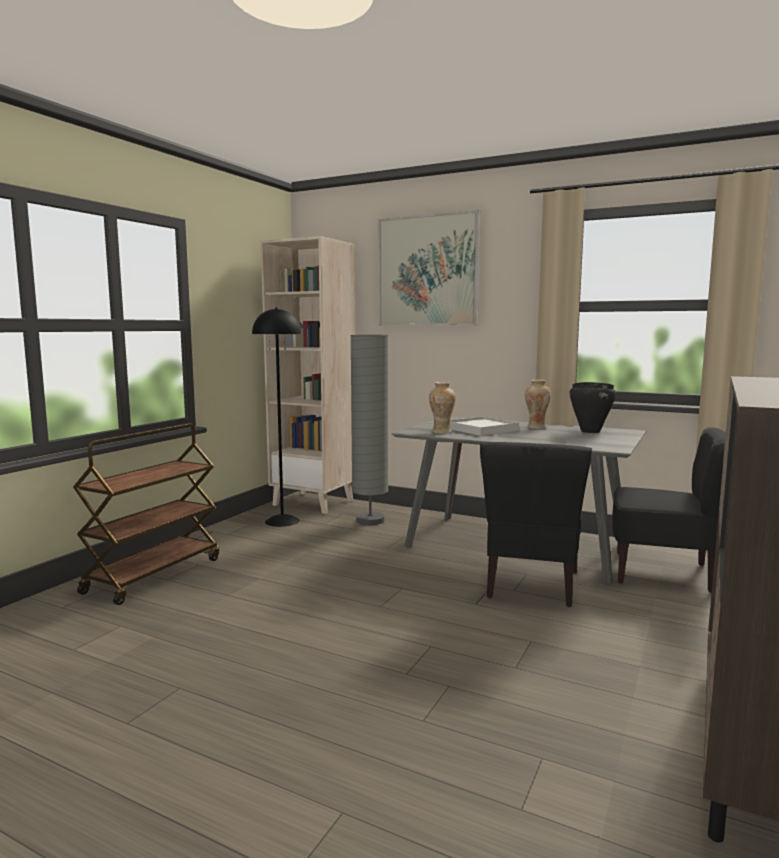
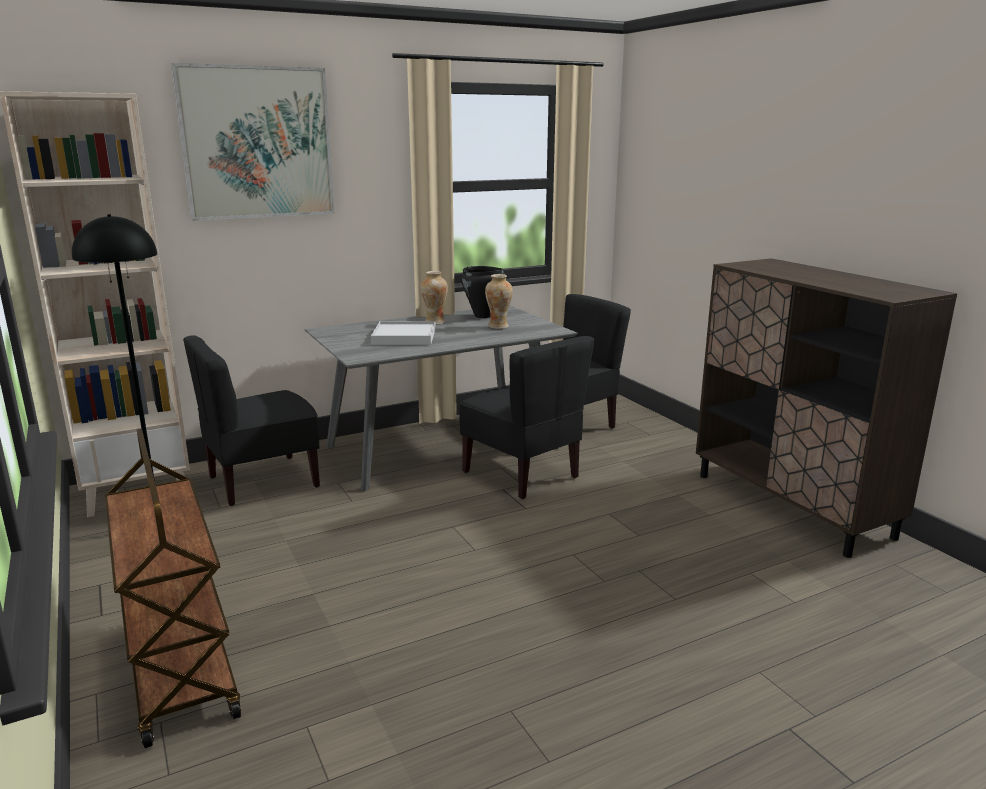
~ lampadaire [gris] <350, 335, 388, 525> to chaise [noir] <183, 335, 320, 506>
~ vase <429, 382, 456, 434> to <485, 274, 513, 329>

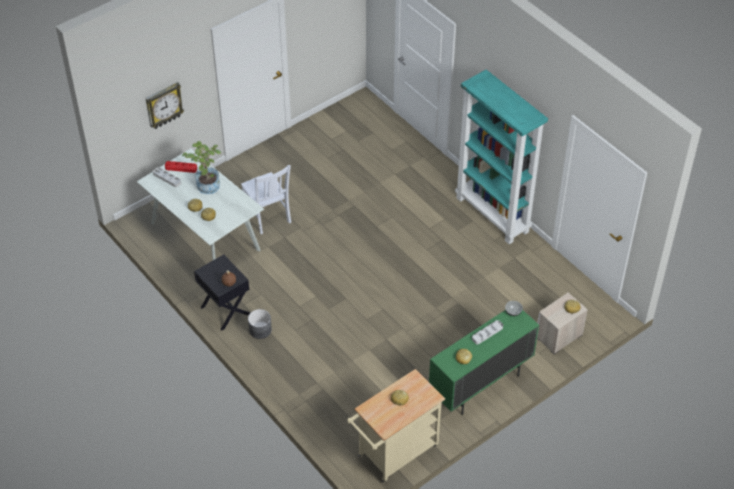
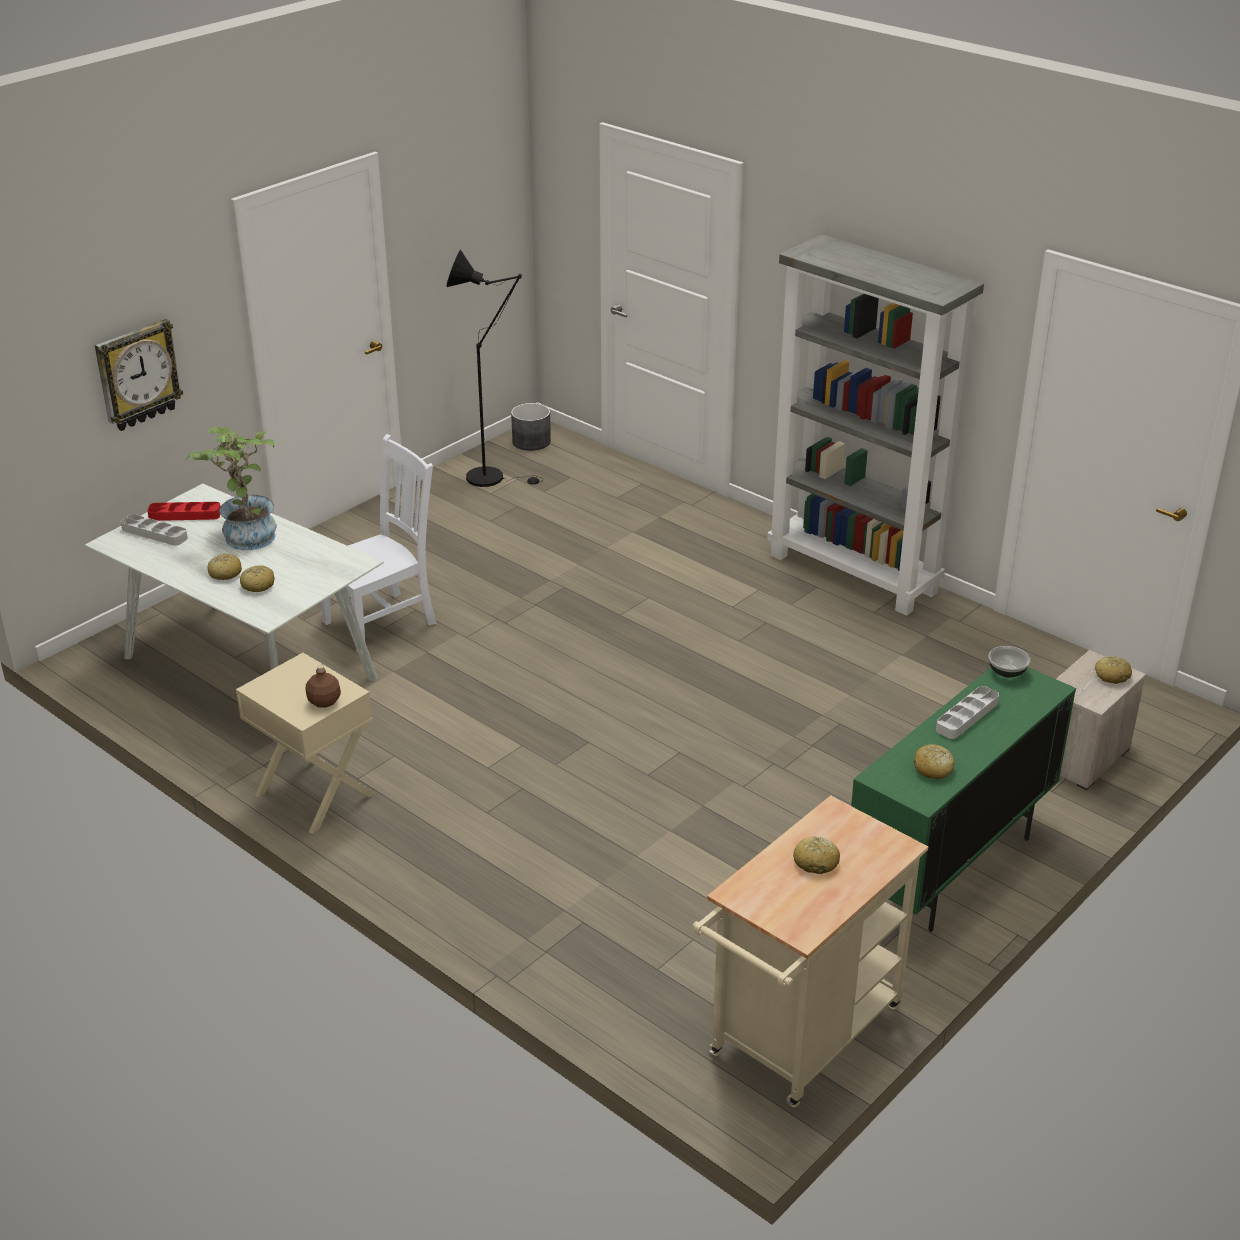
~ bibliothèque [turquoise] <455, 70, 548, 244> to bibliothèque [gris] <767, 234, 984, 616>
~ chaise [blanc] <241, 165, 291, 234> = <320, 434, 437, 652> 90 degrees counterclockwise
~ table de chevet [noir] <194, 254, 250, 331> to table de chevet [beige] <236, 653, 376, 834>
~ cache-pot [gris] <248, 309, 272, 339> to <511, 403, 551, 450>
+ lampadaire [noir] <446, 250, 544, 487>

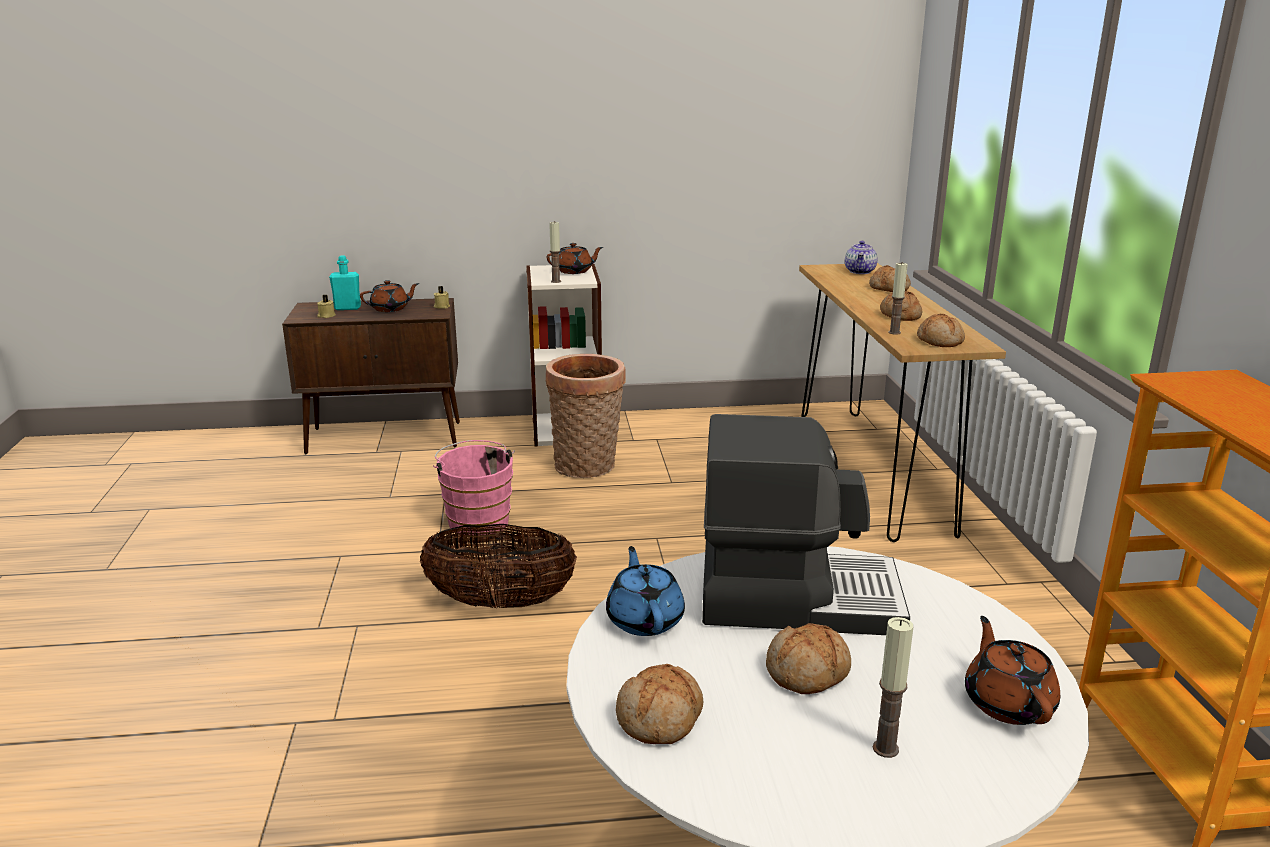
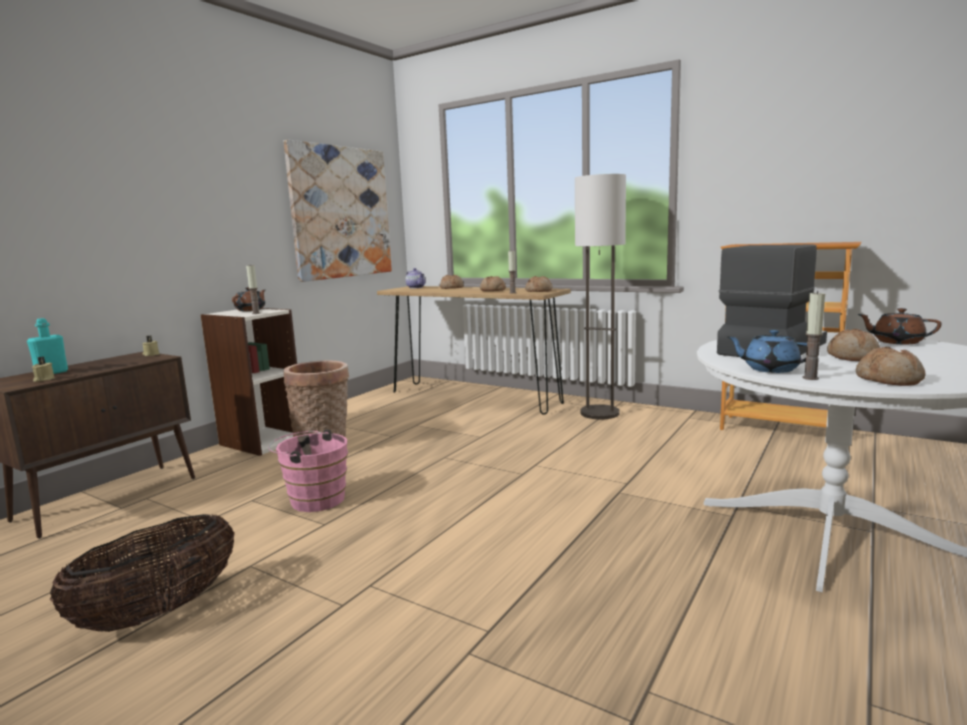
- théière [marron] <360, 280, 419, 312>
~ panier <420, 524, 577, 608> to <50, 514, 235, 632>
~ bougie <873, 617, 913, 758> to <802, 291, 825, 380>
+ tableau <284, 140, 392, 282>
+ lampadaire <575, 174, 626, 419>

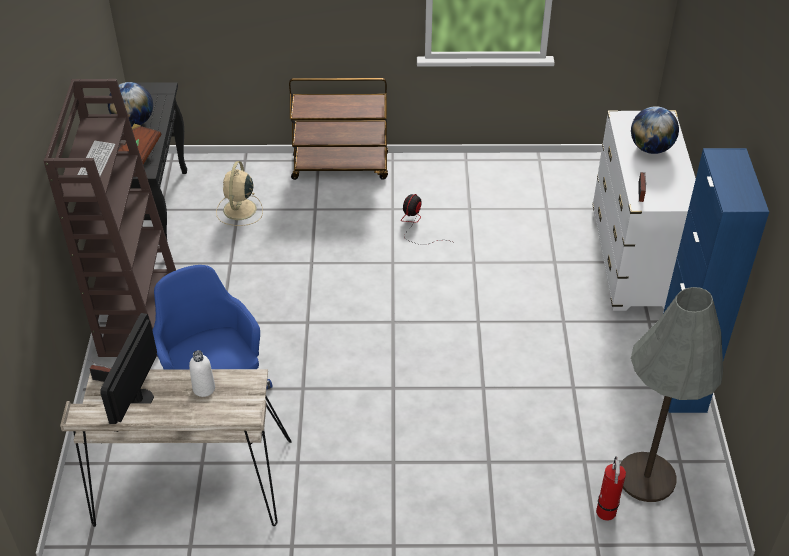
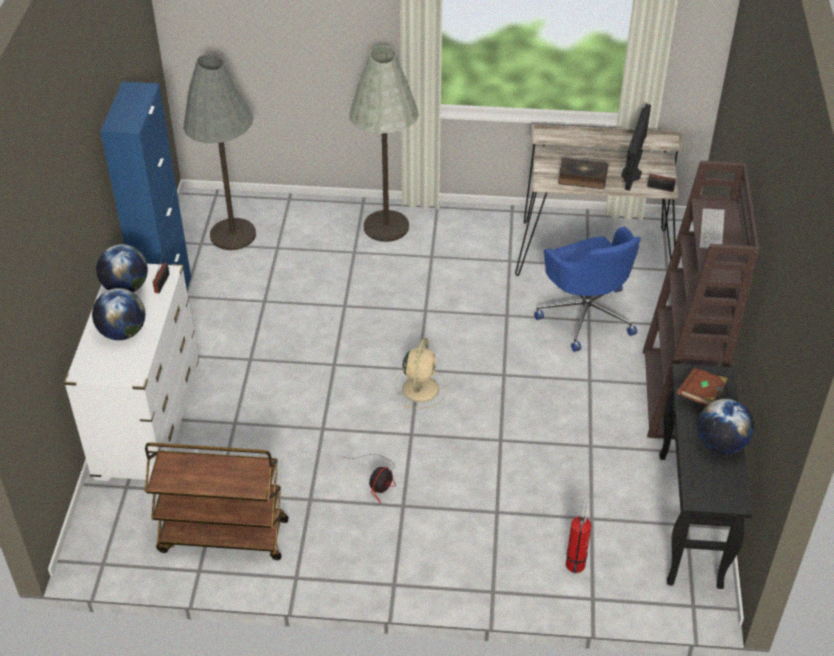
~ chariot [marron] <289, 78, 388, 180> to <145, 443, 289, 560>
~ ventilateur [beige] <216, 161, 263, 226> to <395, 338, 447, 408>
~ bouteille [blanc] <189, 350, 215, 397> to livre <558, 158, 609, 189>
~ extincteur <596, 456, 626, 521> to <566, 498, 592, 573>
+ lampadaire [gris] <349, 45, 419, 242>
+ globe <96, 244, 148, 292>

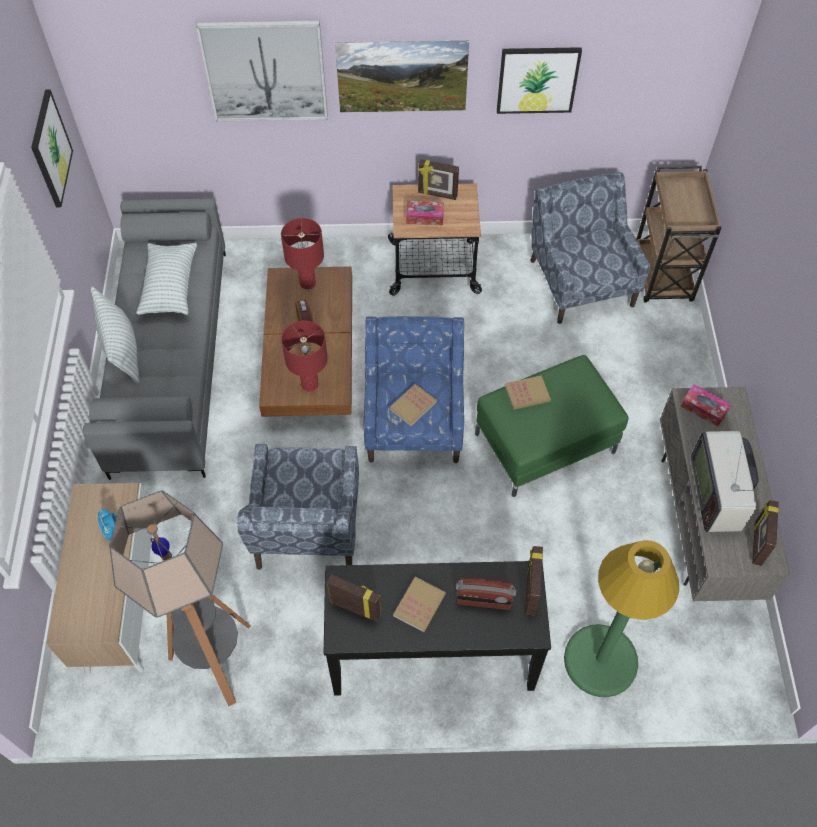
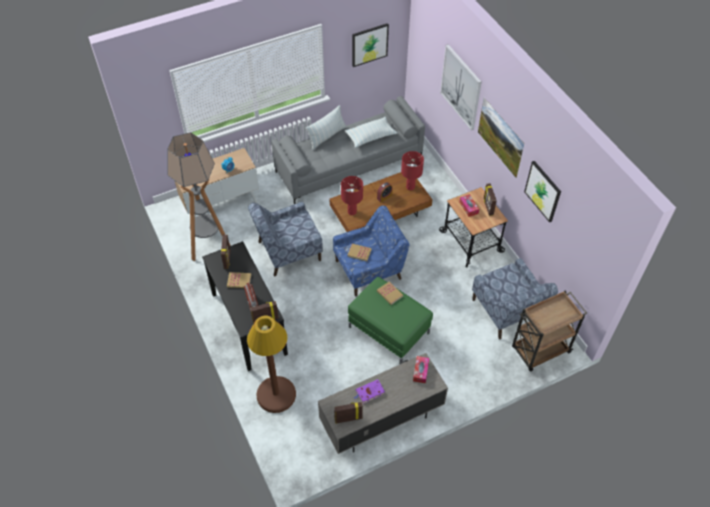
~ fauteuil [bleu] <530, 172, 650, 324> = <472, 258, 558, 339> 105 degrees clockwise
~ téléviseur <691, 431, 759, 532> to livre [violet] <354, 379, 385, 404>
~ lampadaire [vert] <564, 540, 679, 697> to lampadaire [marron] <247, 316, 296, 413>

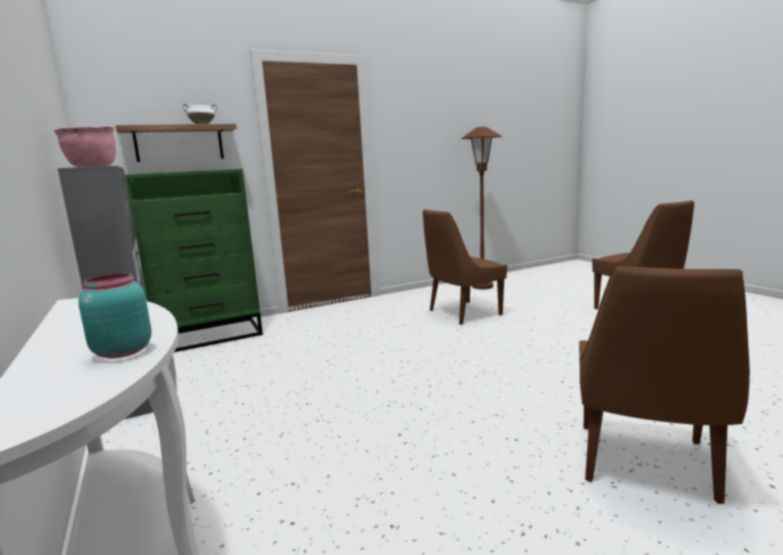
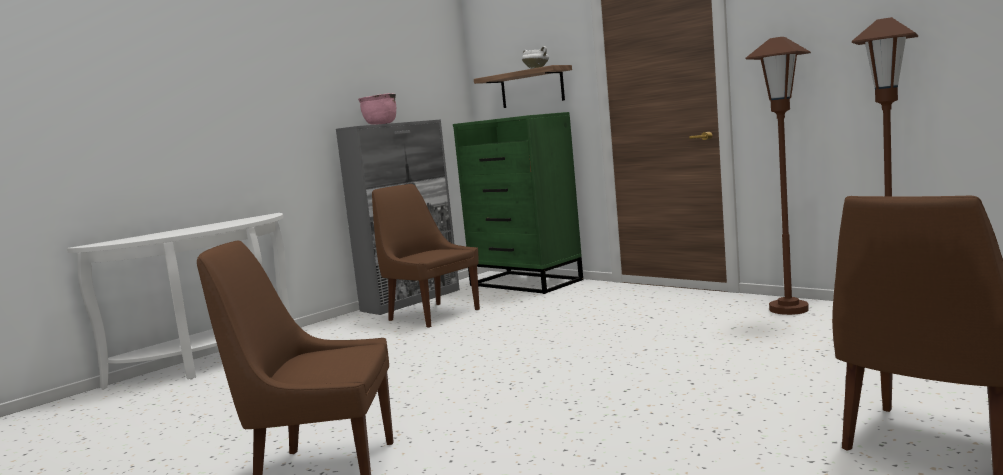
~ chaise [marron] <423, 209, 507, 325> to <372, 184, 480, 328>
- bocal [turquoise] <79, 273, 152, 358>
+ lampadaire [marron] <745, 37, 811, 315>

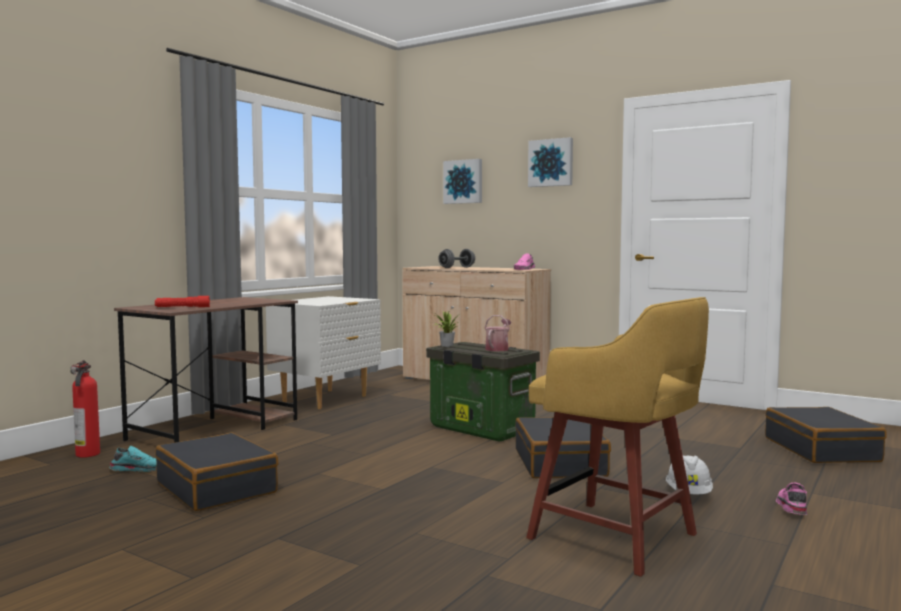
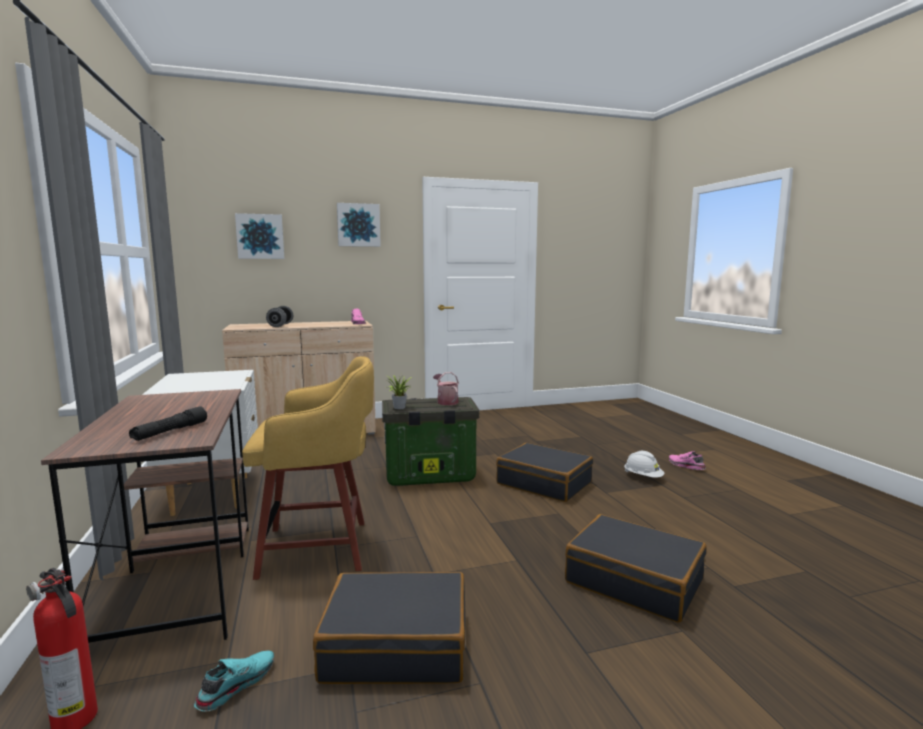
~ lampe de poche [rouge] <155, 296, 210, 307> to lampe de poche [noir] <129, 406, 207, 441>
~ tabouret [jaune] <526, 297, 709, 577> to <242, 356, 374, 580>
~ valise [noir] <765, 407, 887, 463> to <565, 514, 707, 623>

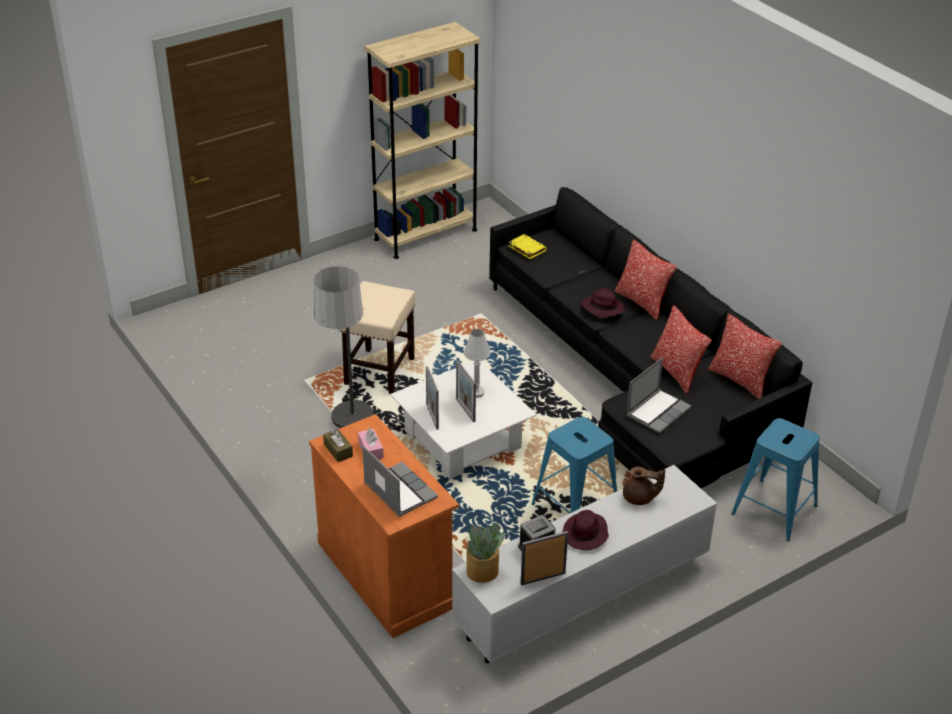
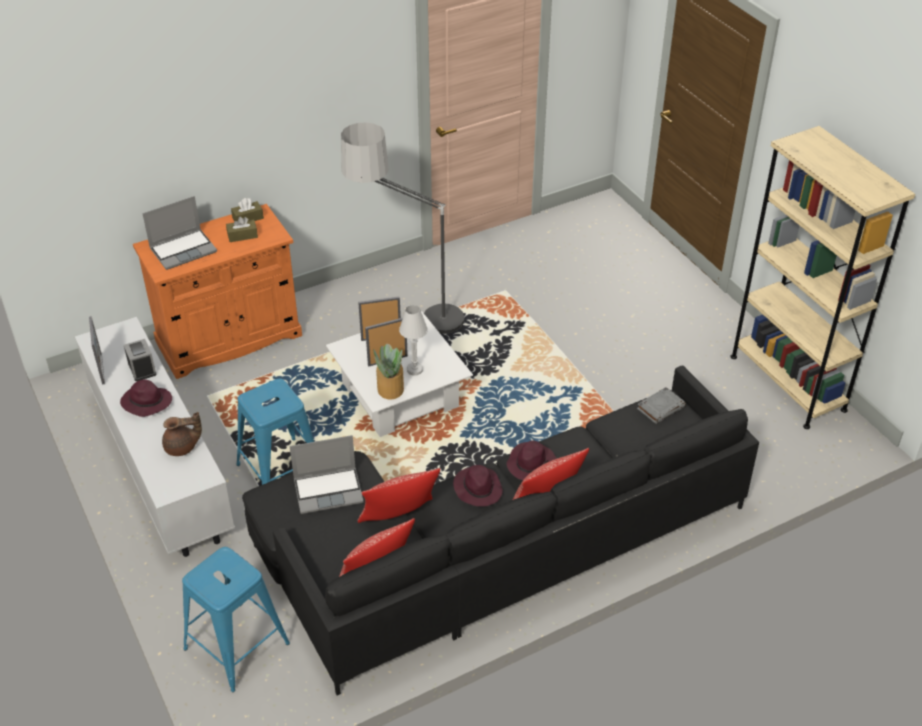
~ livre [jaune] <509, 234, 547, 259> to livre [gris] <637, 387, 686, 424>
- tabouret [beige] <340, 281, 416, 394>
~ ordinateur portable <626, 357, 692, 434> = <289, 435, 364, 514> 60 degrees counterclockwise
~ boîte à mouchoirs [rose] <358, 428, 384, 459> to boîte à mouchoirs [marron] <226, 217, 258, 242>
~ théière [marron] <623, 467, 665, 505> = <162, 412, 202, 456> 120 degrees counterclockwise
~ plante en pot <466, 524, 506, 583> to <373, 343, 404, 400>
+ chapeau [violet] <453, 465, 503, 507>

